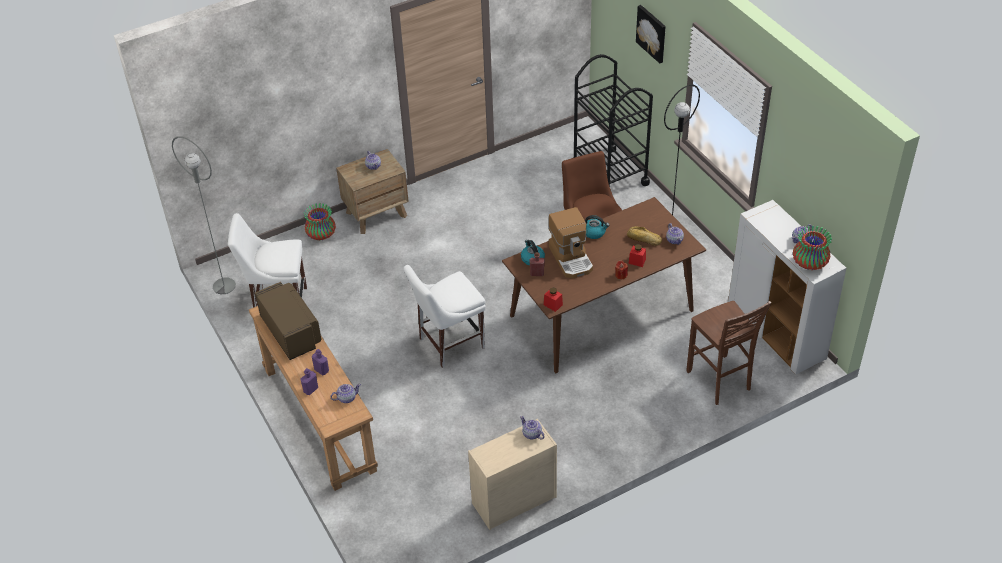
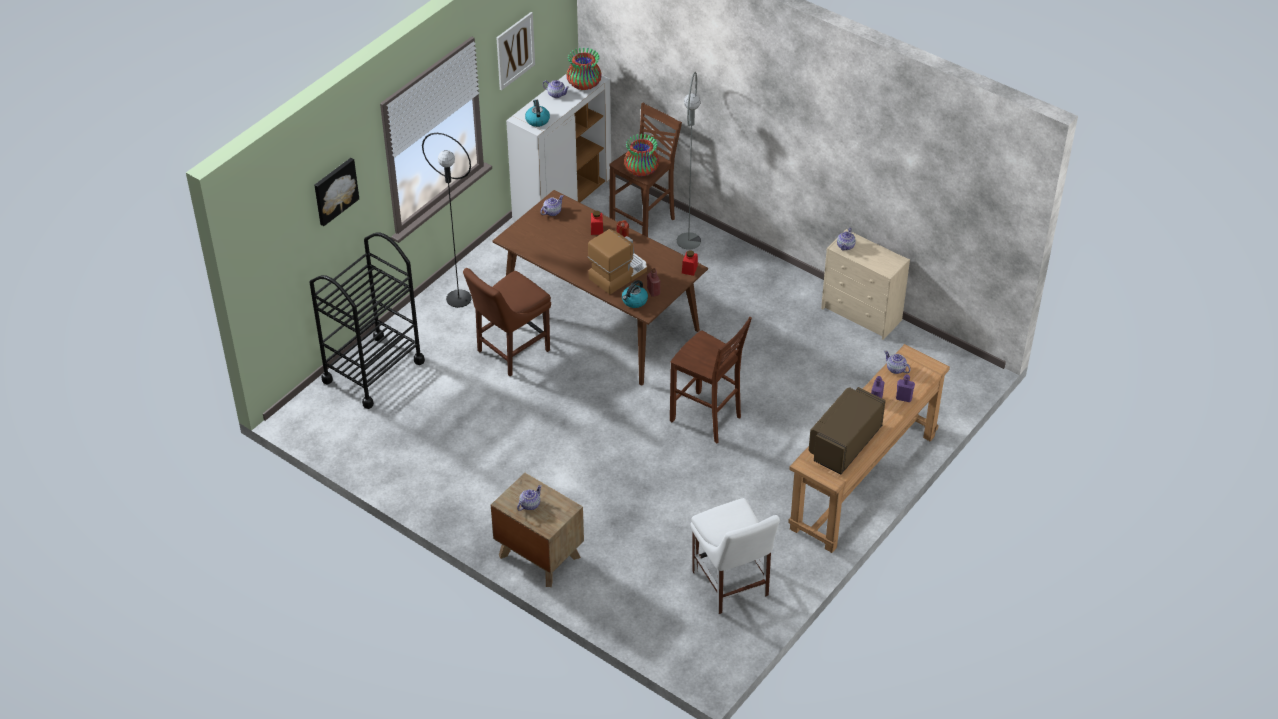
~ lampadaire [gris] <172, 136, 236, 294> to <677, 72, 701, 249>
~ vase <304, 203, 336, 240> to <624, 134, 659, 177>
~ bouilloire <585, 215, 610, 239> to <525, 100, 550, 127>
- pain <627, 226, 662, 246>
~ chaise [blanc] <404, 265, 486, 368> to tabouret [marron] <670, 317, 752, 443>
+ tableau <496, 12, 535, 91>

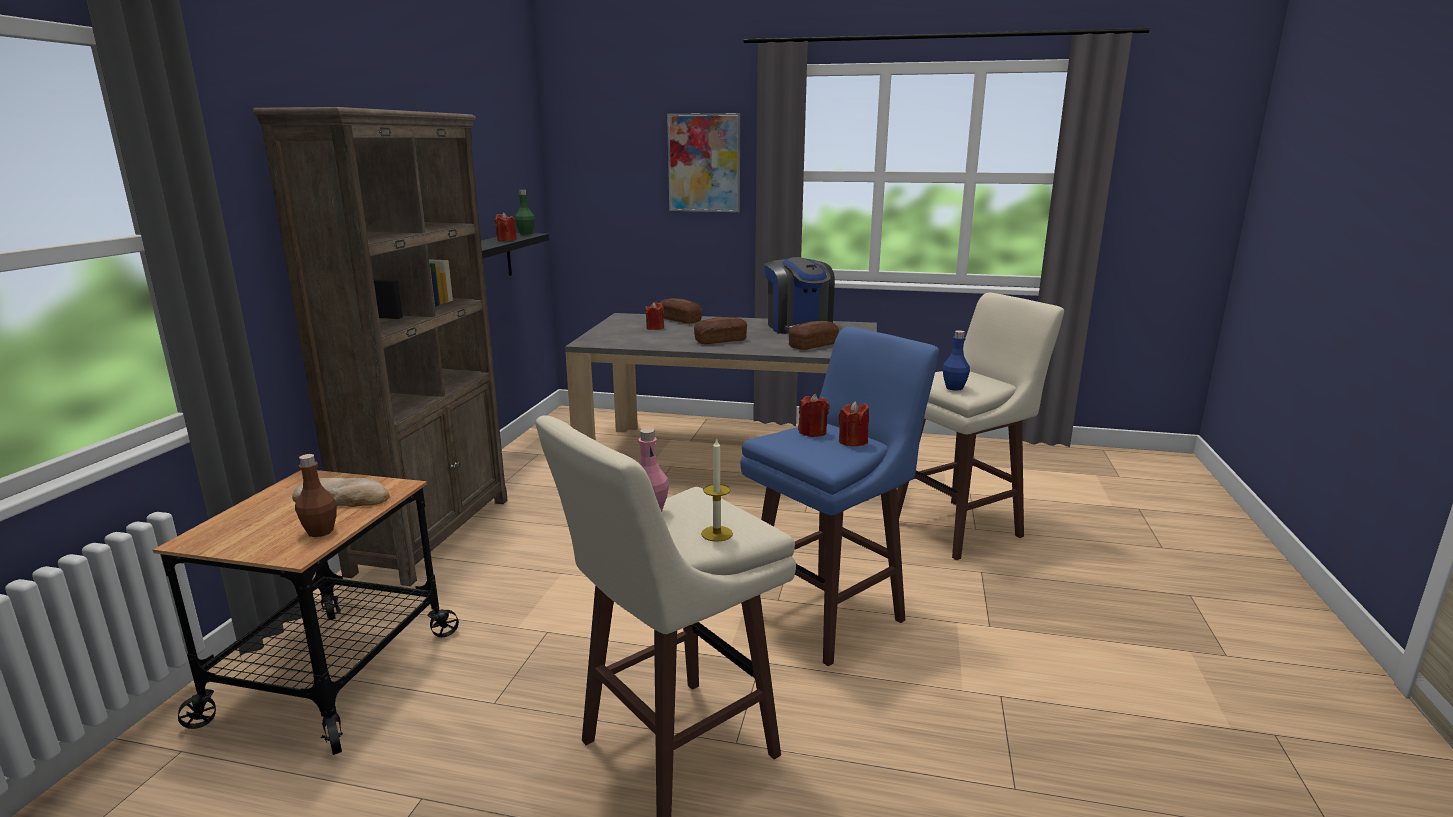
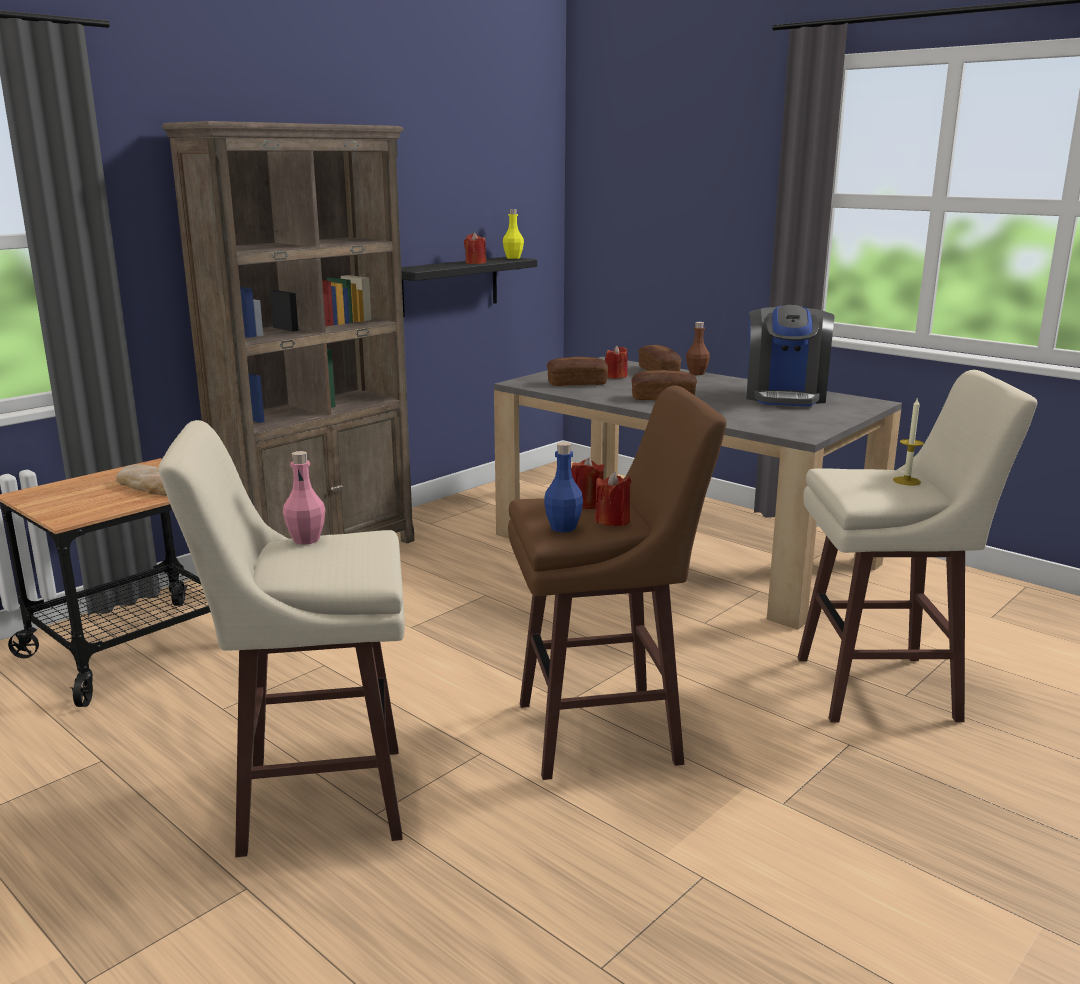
- tableau <667, 113, 740, 212>
~ bouteille [vert] <515, 190, 535, 235> to bouteille [jaune] <503, 209, 524, 259>
~ pain <788, 321, 839, 350> to <547, 357, 608, 386>
~ tabouret [bleu] <740, 327, 939, 666> to tabouret [marron] <508, 386, 727, 780>
~ bouteille [bleu] <943, 330, 970, 391> to <544, 442, 583, 533>
~ bougie <701, 438, 733, 542> to <893, 399, 924, 486>
~ bouteille [marron] <295, 454, 337, 537> to <686, 322, 710, 375>

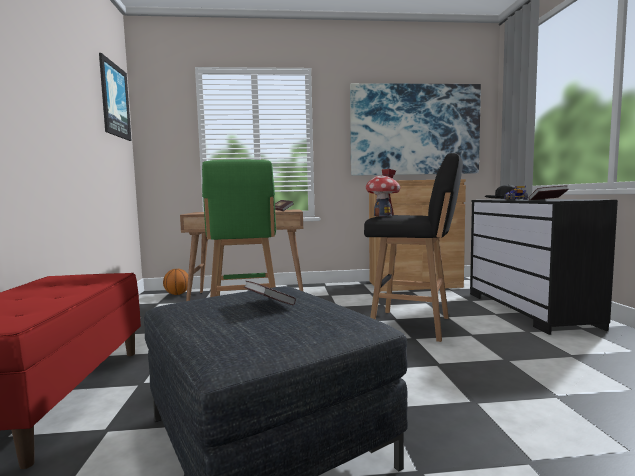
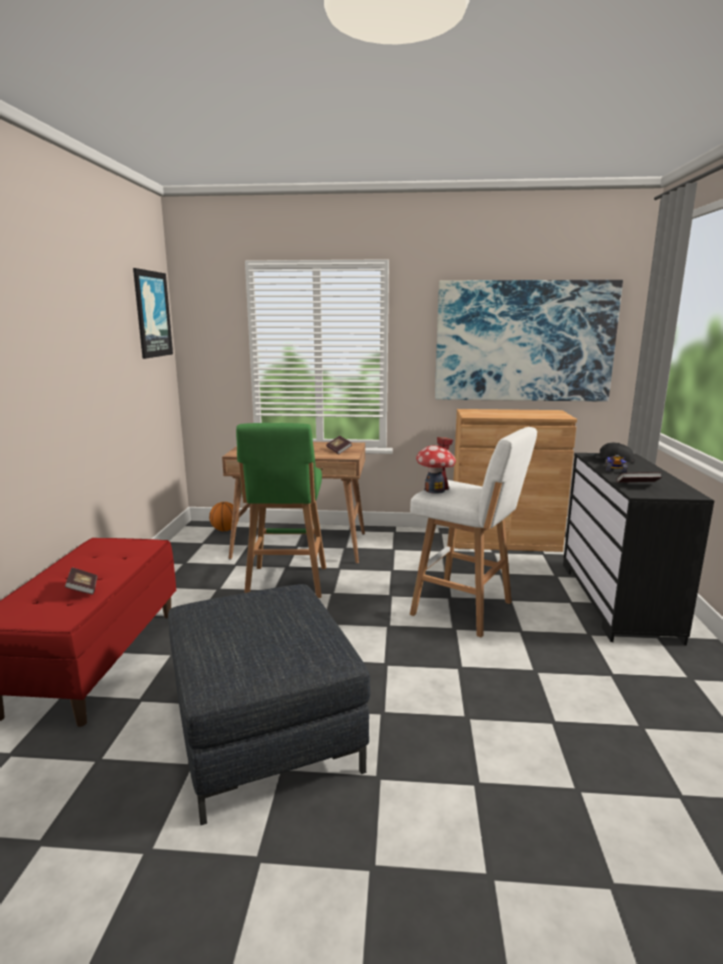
~ tabouret [noir] <364, 153, 463, 342> to tabouret [blanc] <410, 427, 537, 637>
~ livre <244, 281, 296, 306> to <65, 567, 98, 595>

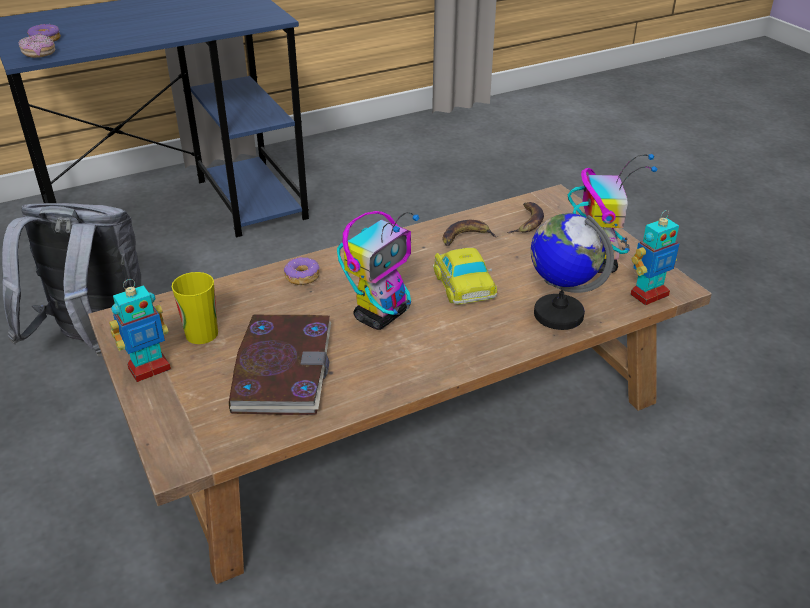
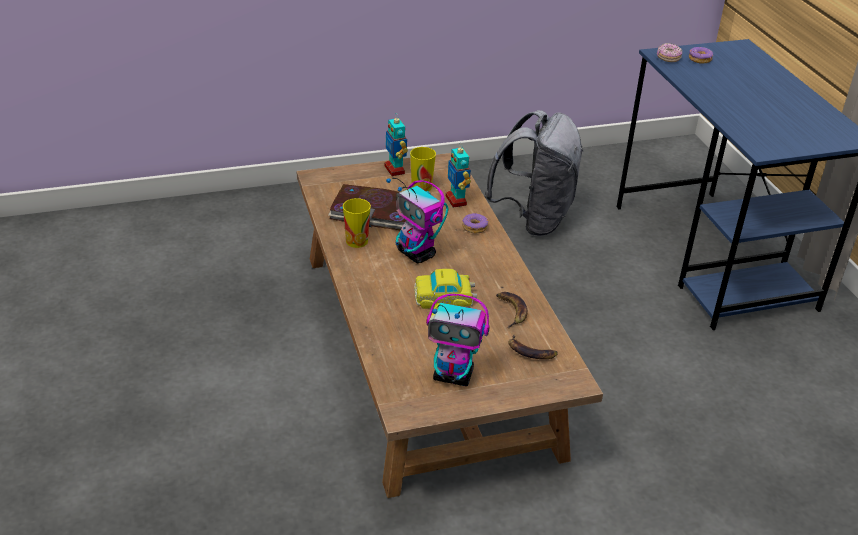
~ robot jouet <631, 210, 679, 305> to <446, 142, 471, 208>
- globe <531, 213, 614, 330>
+ tasse <343, 198, 371, 248>

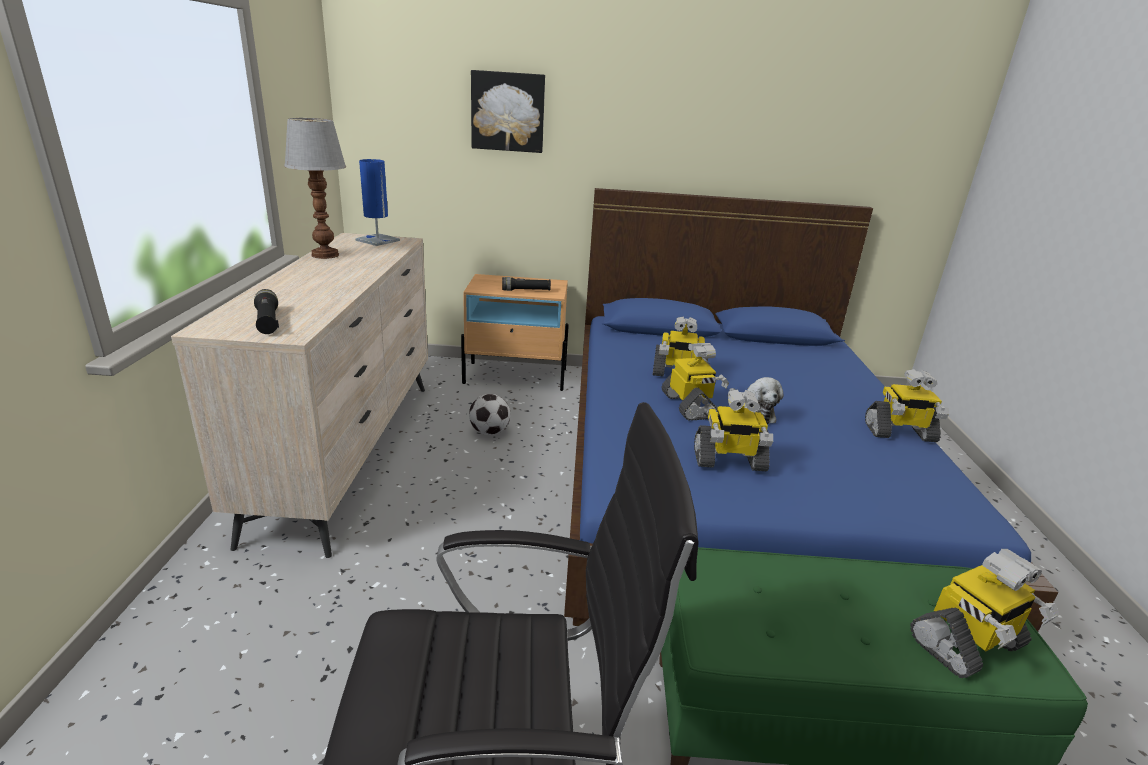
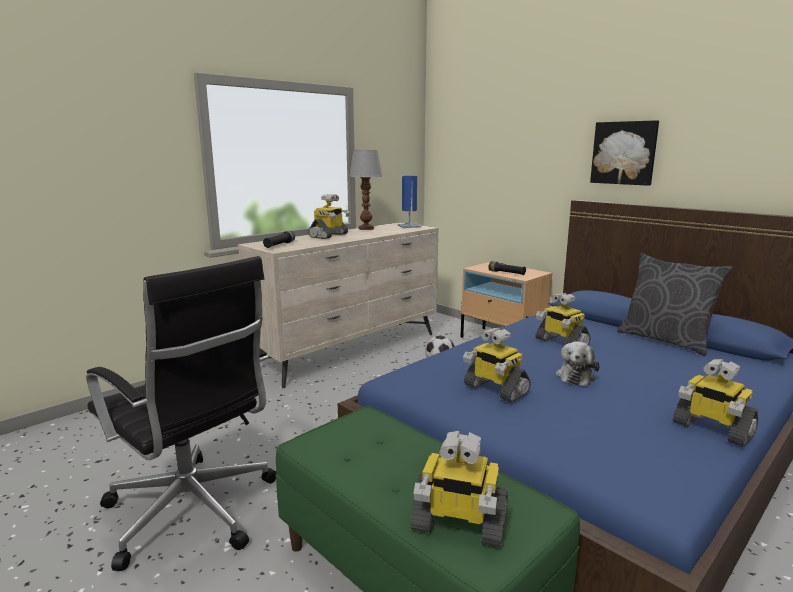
~ tableau <471, 70, 545, 153> to <590, 120, 659, 186>
~ robot jouet <662, 343, 729, 421> to <308, 194, 350, 239>
+ coussin [gris] <617, 253, 733, 356>

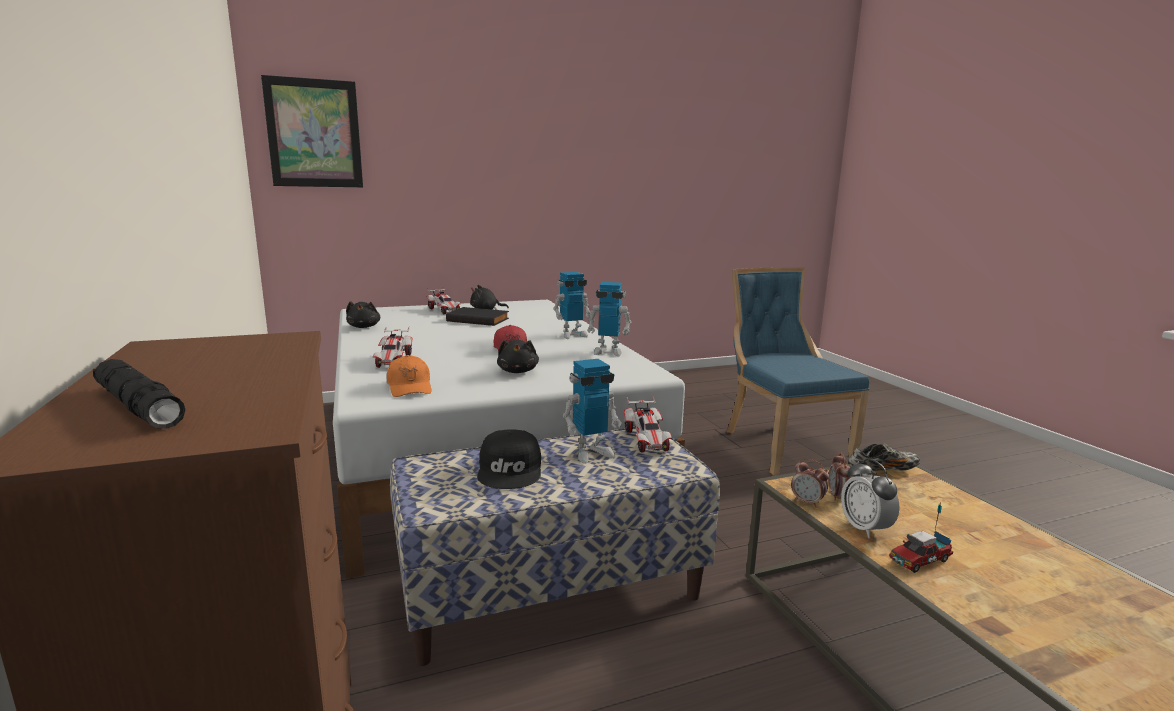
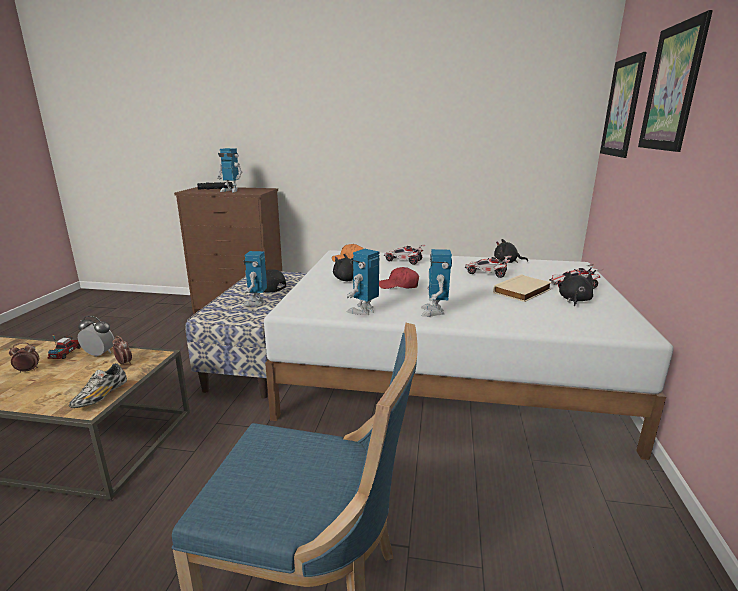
~ livre [noir] <446, 307, 509, 326> to livre [beige] <493, 274, 552, 302>
~ petite voiture <624, 396, 672, 453> to <465, 256, 511, 278>
~ réveil <791, 459, 829, 507> to <9, 343, 39, 373>
+ tableau <638, 10, 713, 152>
+ robot jouet <217, 148, 242, 192>

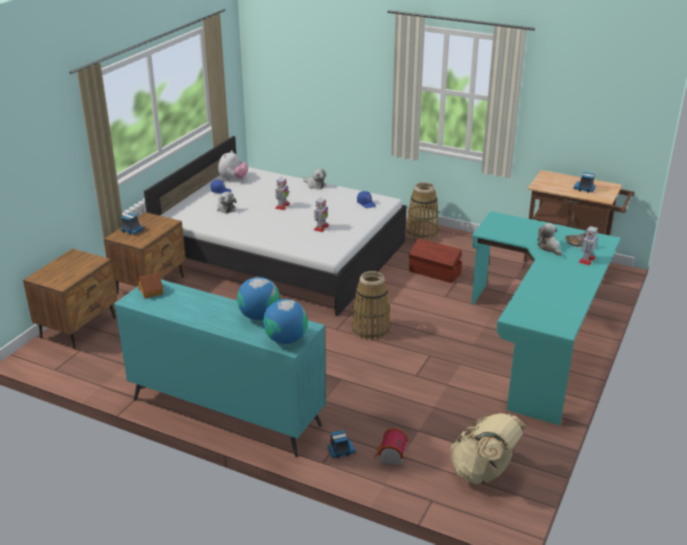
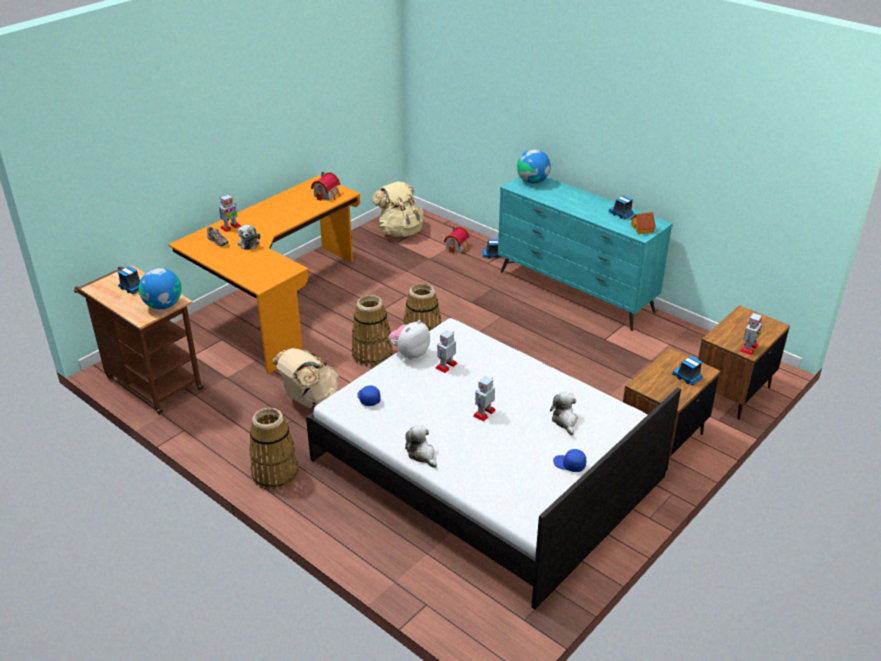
~ peluche <218, 150, 248, 181> to <388, 320, 430, 360>
~ bureau [turquoise] <471, 211, 621, 426> to bureau [orange] <168, 175, 360, 374>
~ boîte de rangement [marron] <409, 238, 462, 283> to sac à dos [beige] <271, 348, 339, 408>
~ globe <237, 277, 280, 320> to <139, 268, 181, 309>
+ maison miniature <311, 172, 340, 201>
+ camion jouet <609, 196, 634, 219>
+ panier <352, 295, 393, 367>
+ robot jouet <739, 312, 762, 356>

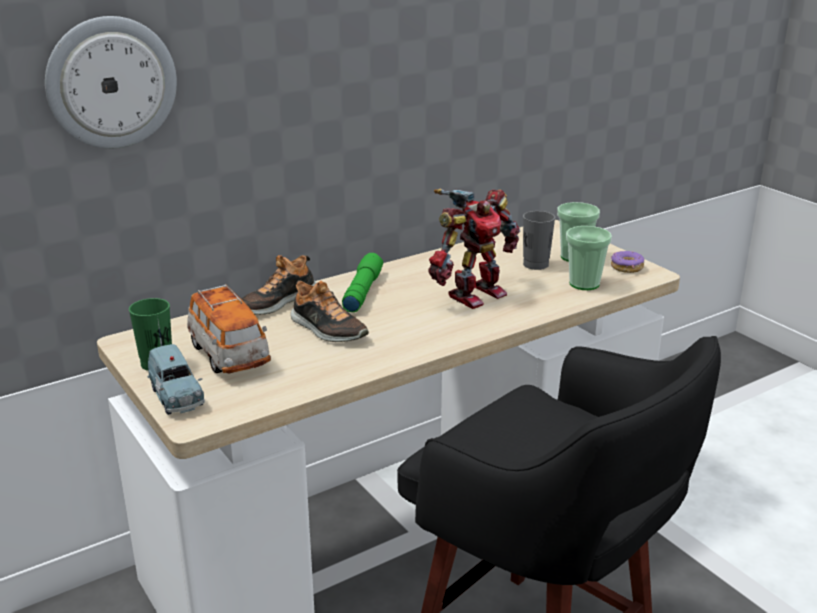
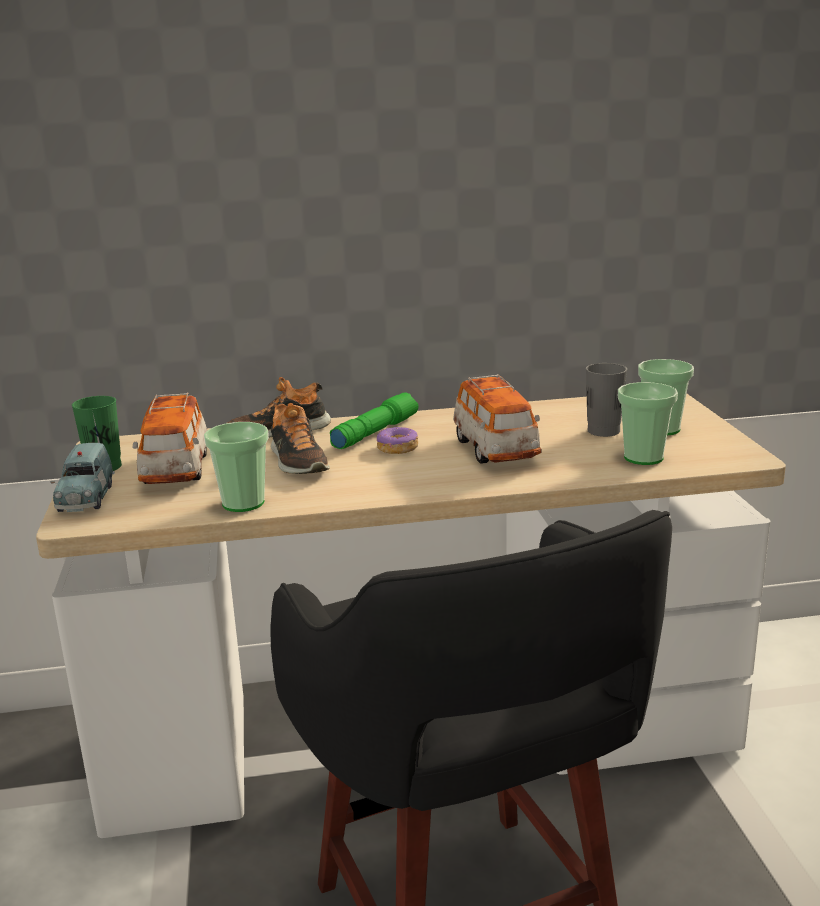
- horloge murale <45, 16, 177, 149>
~ robot jouet <429, 188, 520, 309> to petite voiture <453, 374, 542, 464>
~ beignet <611, 251, 645, 273> to <377, 427, 418, 454>
+ tasse <204, 422, 269, 512>

